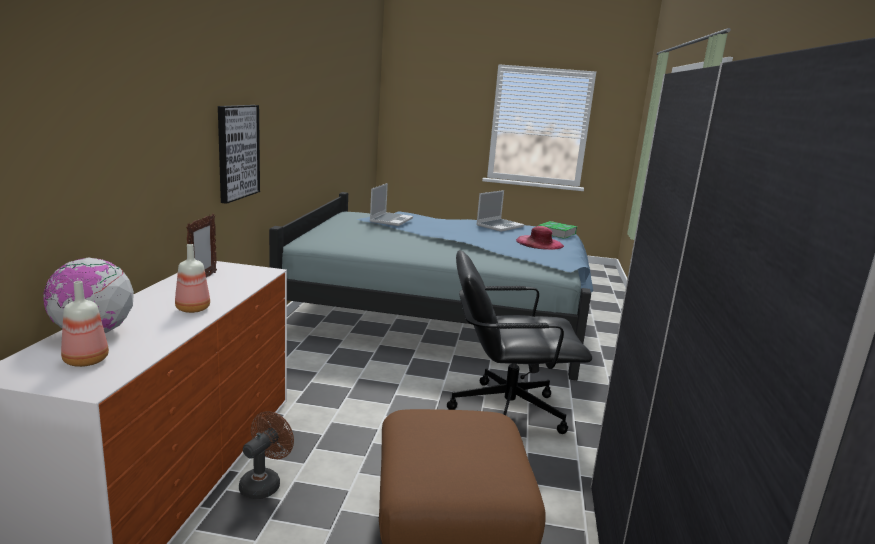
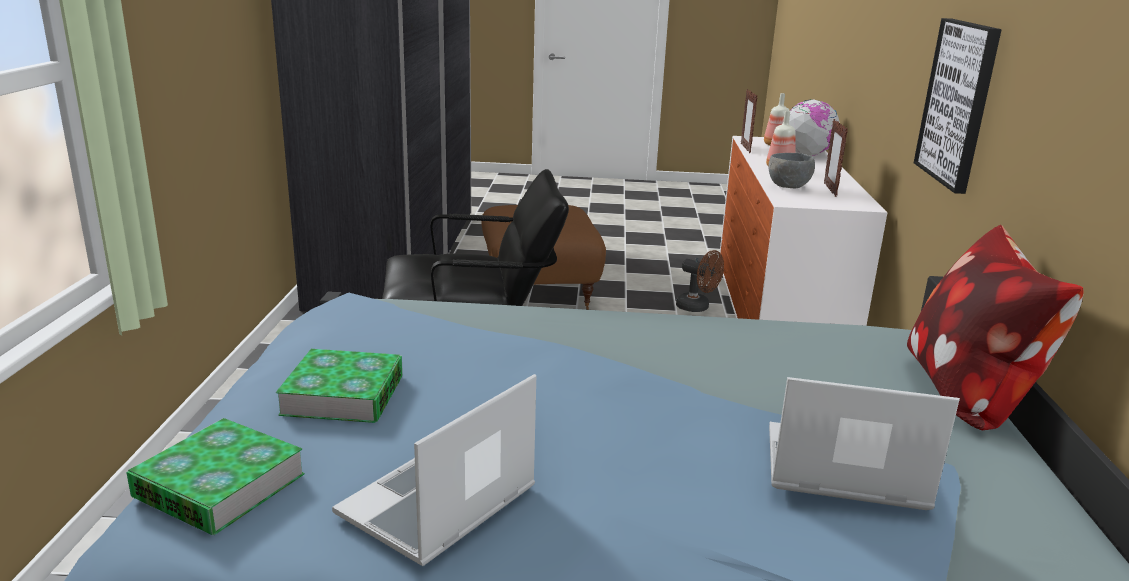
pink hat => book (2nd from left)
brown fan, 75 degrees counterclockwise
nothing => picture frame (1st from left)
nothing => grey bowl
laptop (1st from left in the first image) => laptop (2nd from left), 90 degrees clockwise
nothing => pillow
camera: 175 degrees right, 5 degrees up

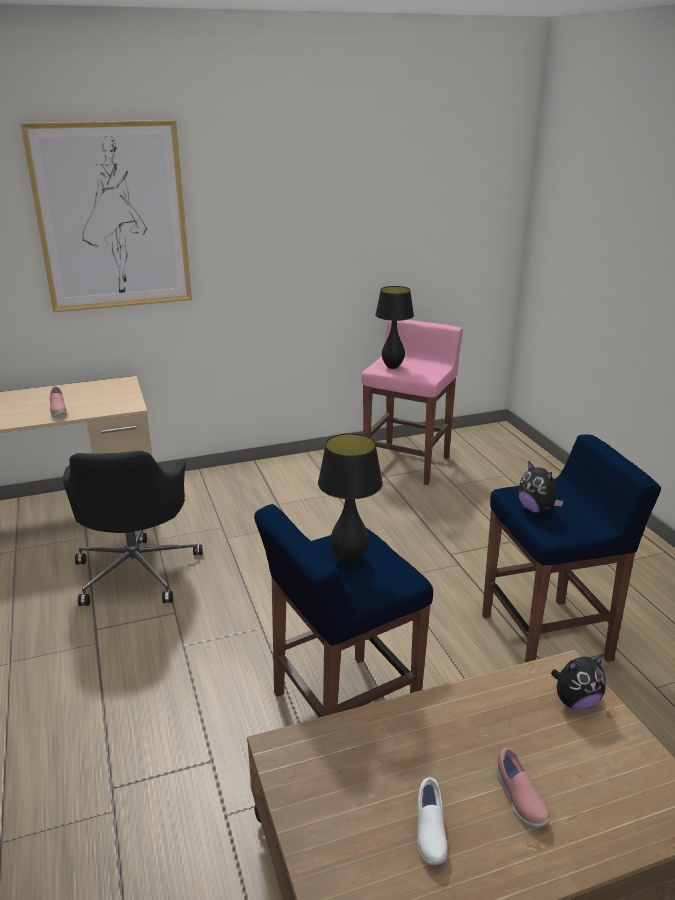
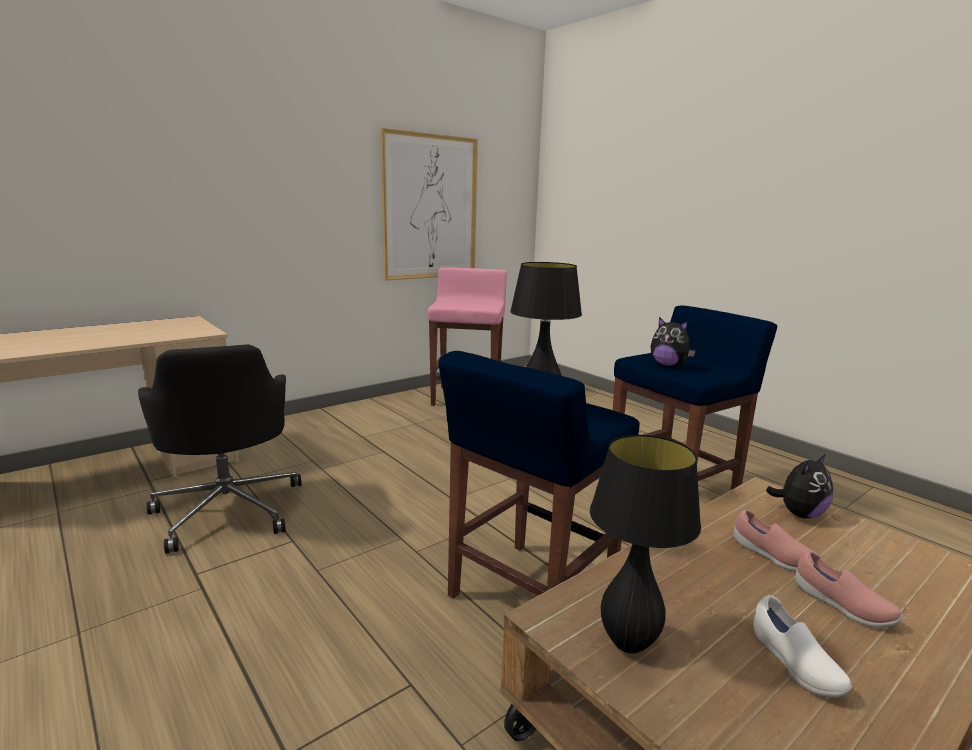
picture, moved
black table lamp (2nd from left), moved
pink shoe (1st from left), moved
camera: 20 degrees left, 10 degrees down

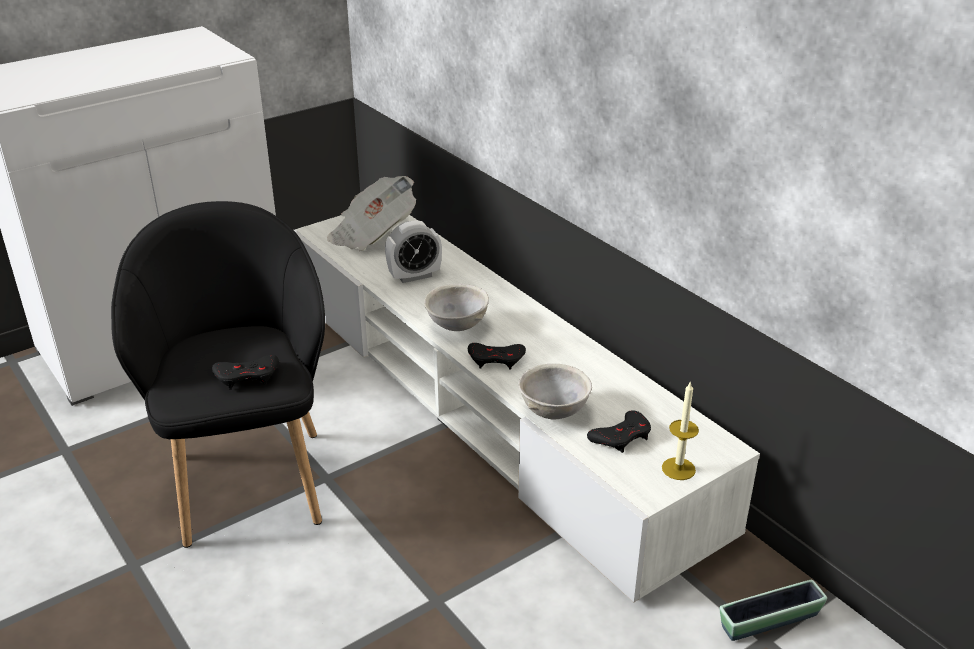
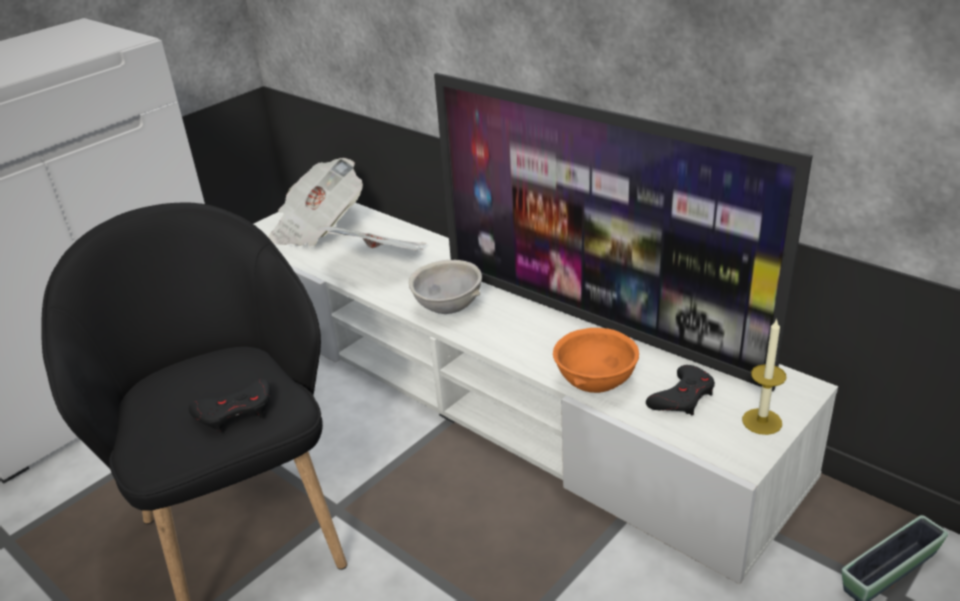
alarm clock => newspaper (2nd from left)
nothing => television
grey bowl (2nd from left) => orange bowl
black game controller (2nd from left) => nothing
camera: 10 degrees left, 0 degrees up

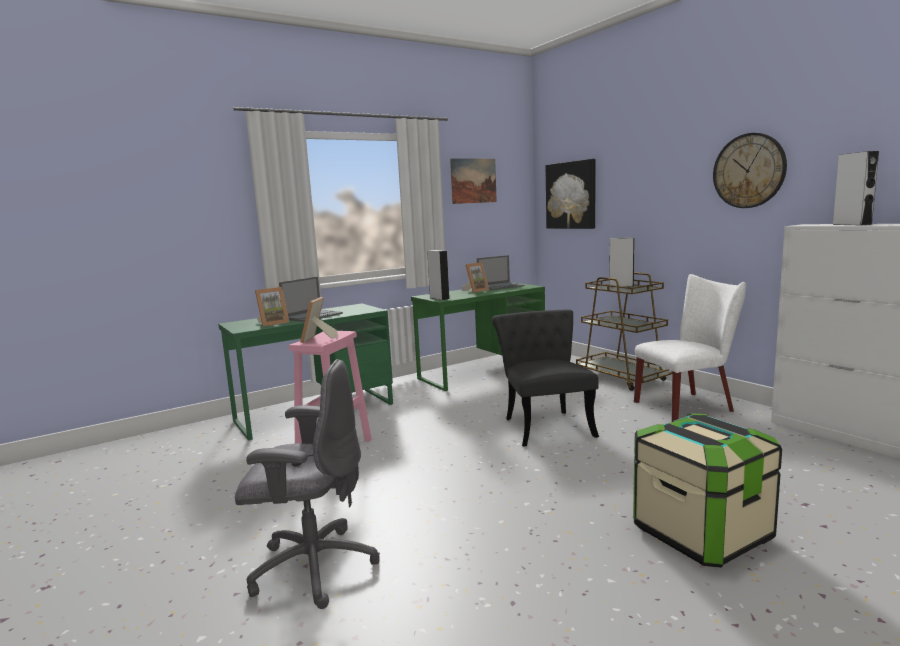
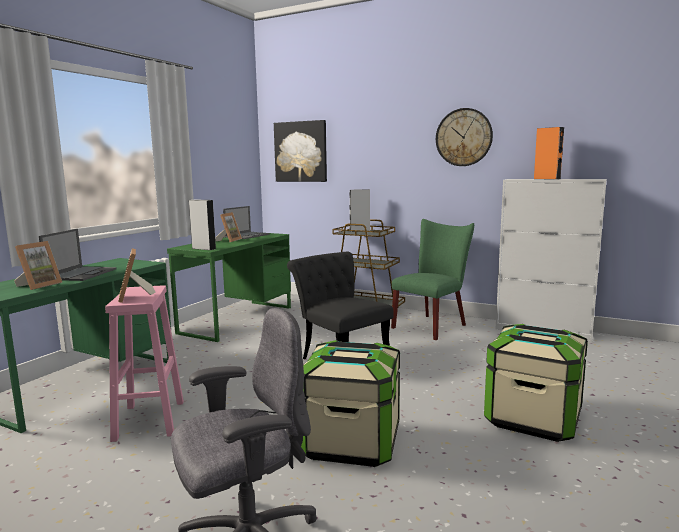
nothing => storage box (1st from left)
white chair => green chair
grey speaker (3rd from left) => orange speaker
picture (1st from left) => nothing
camera: 30 degrees left, 0 degrees up

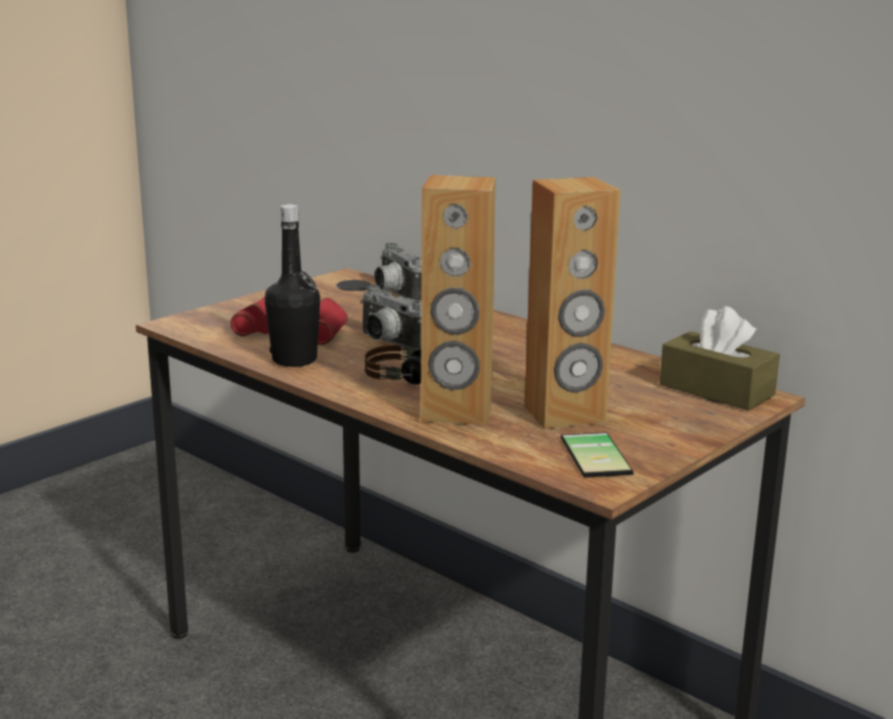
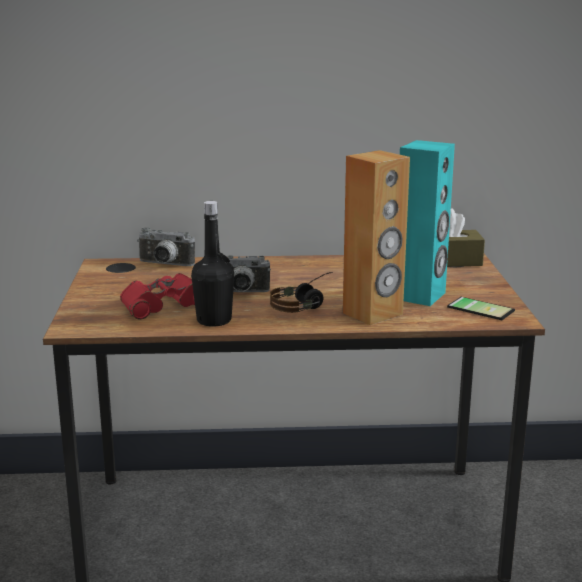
brown speaker (2nd from left) => turquoise speaker
camera: 45 degrees left, 0 degrees up

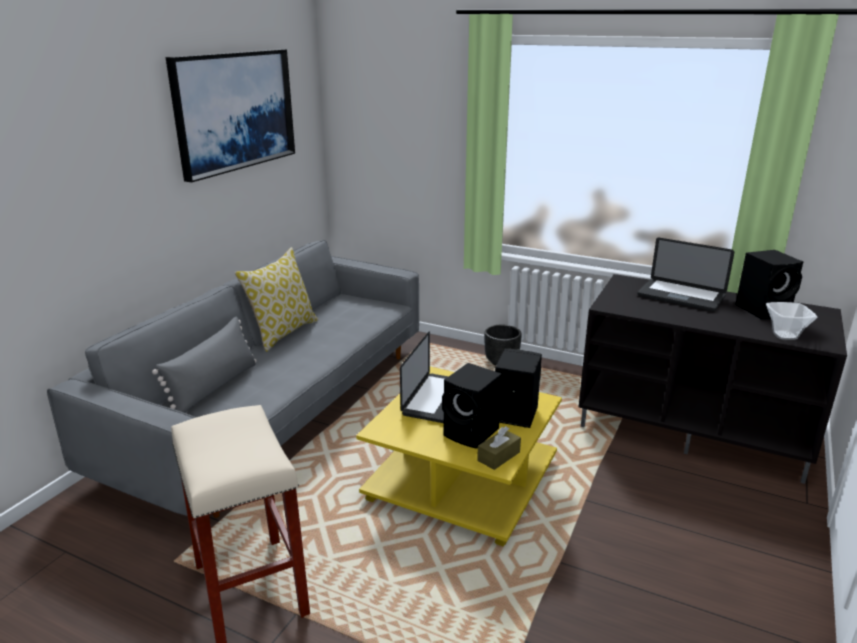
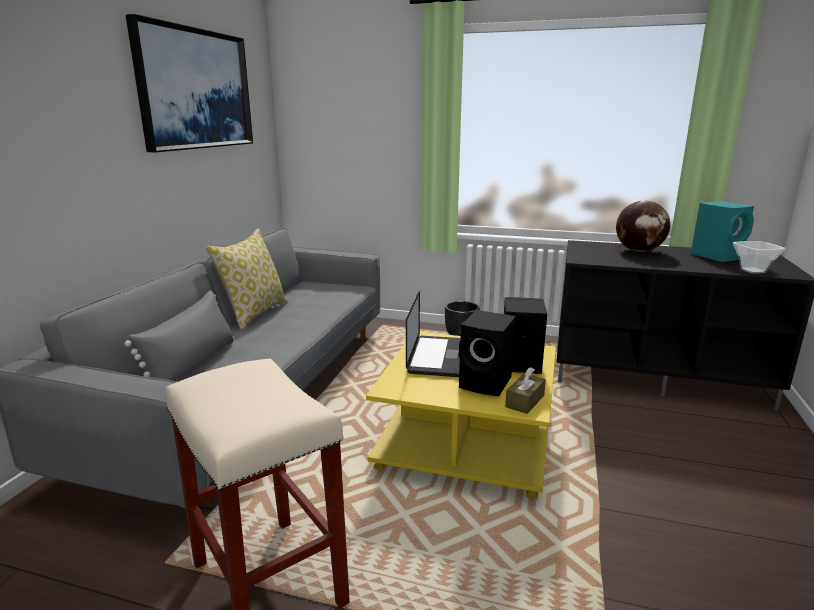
laptop (2nd from left) => globe
black speaker (3rd from left) => turquoise speaker
camera: 10 degrees left, 5 degrees down

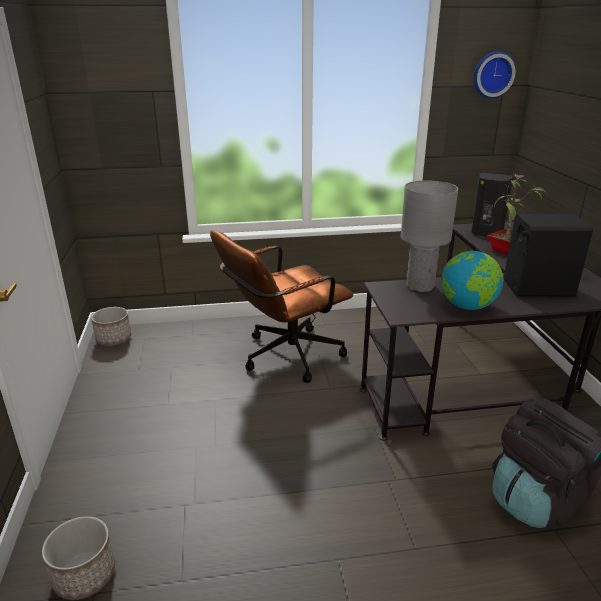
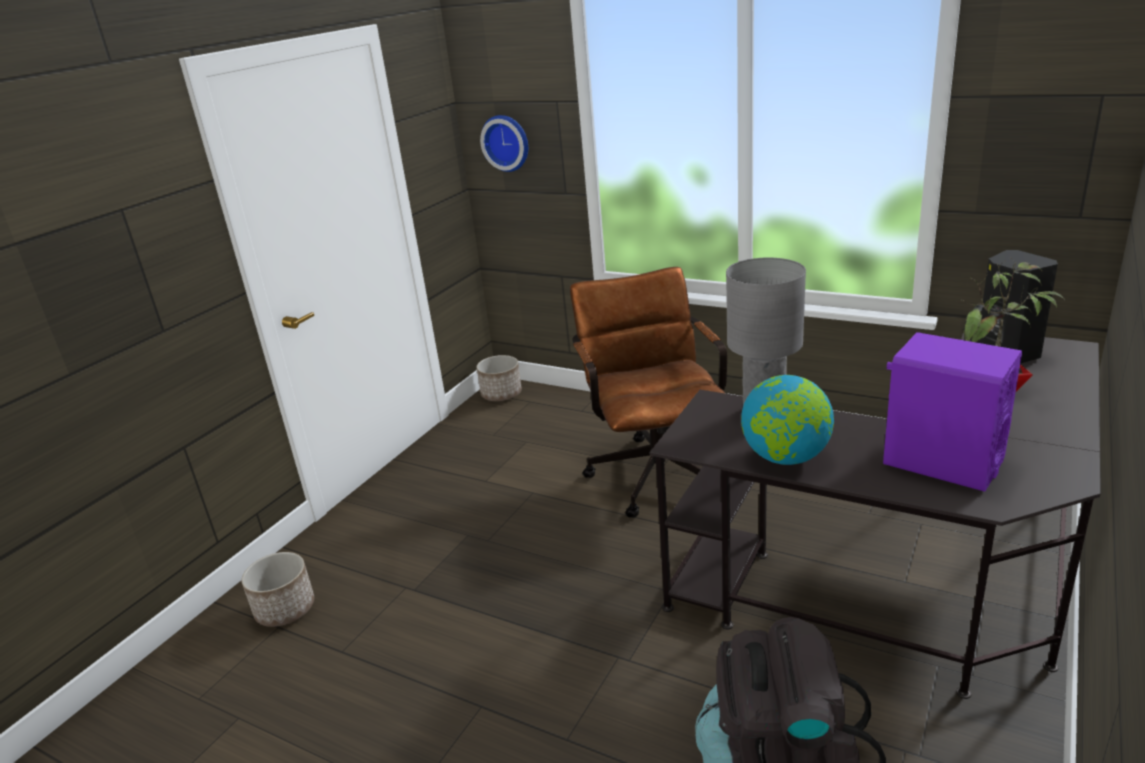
wall clock, moved
brown office chair, 75 degrees clockwise
black speaker (2nd from left) => purple speaker
camera: 40 degrees right, 0 degrees up

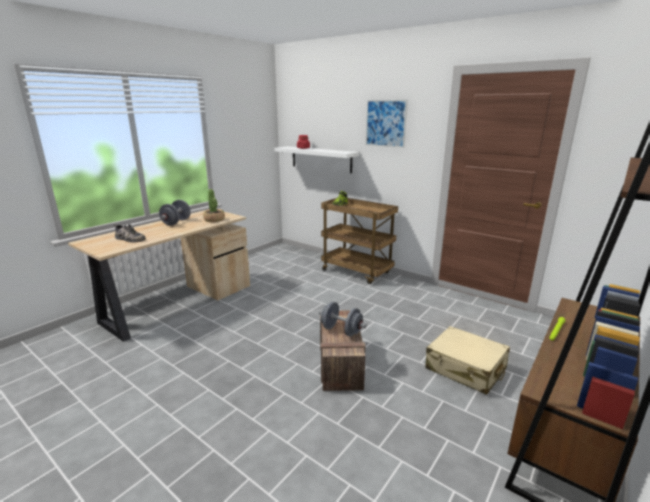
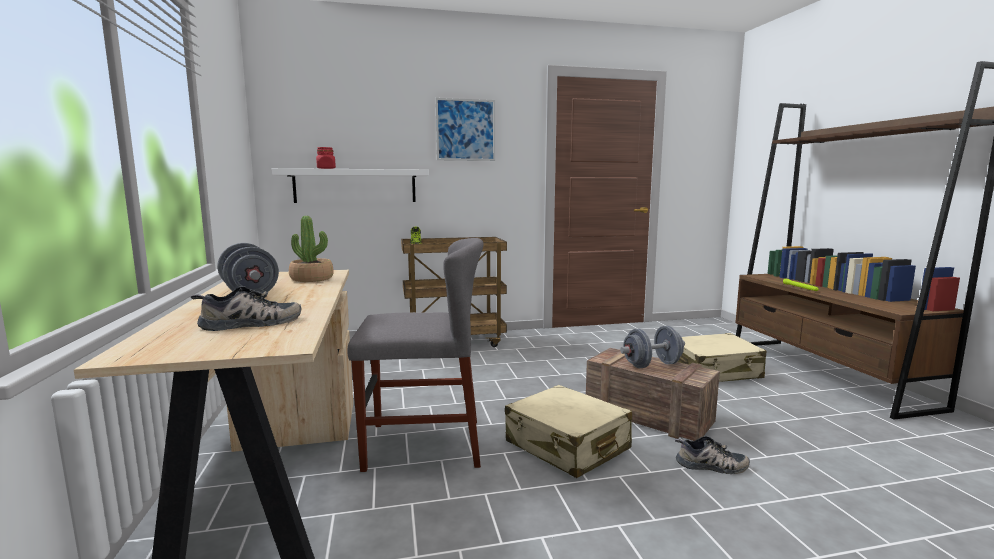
nothing => grey chair
nothing => beige suitcase (1st from left)
nothing => shoe (3rd from left)
camera: 50 degrees left, 10 degrees down

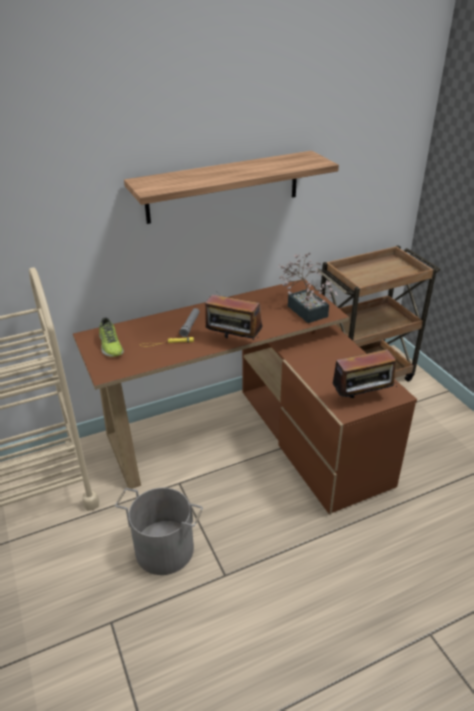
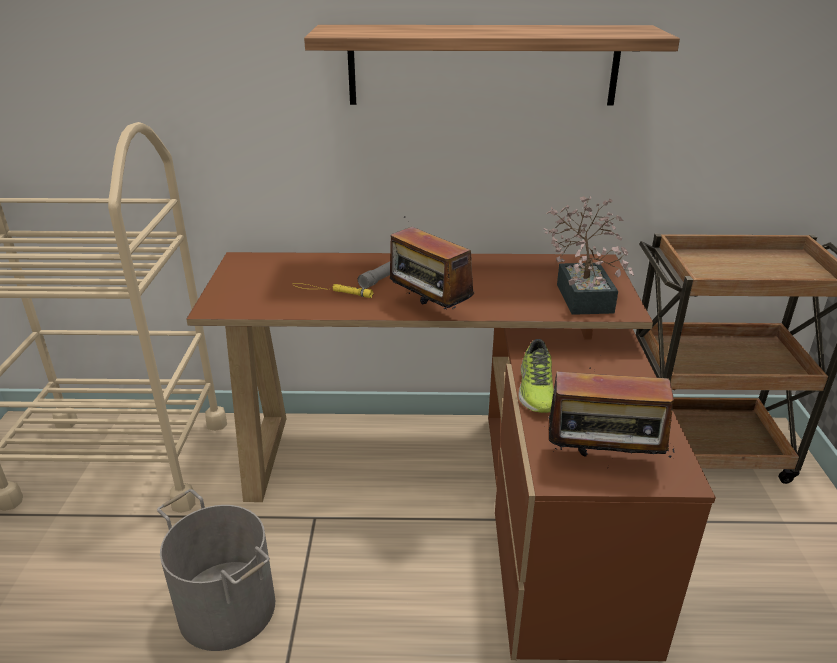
shoe, moved
camera: 25 degrees right, 5 degrees down

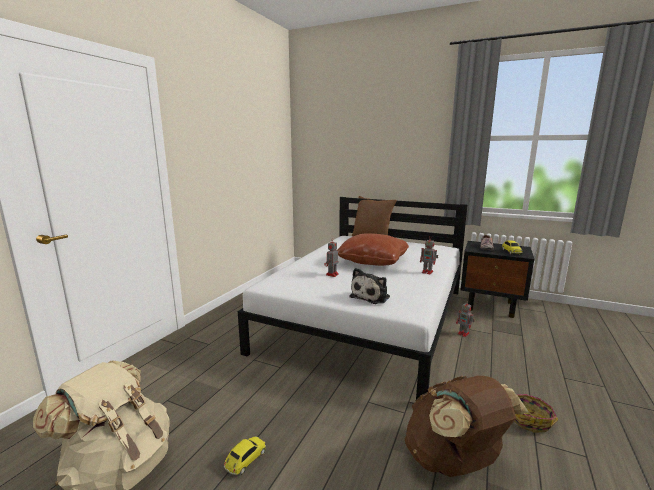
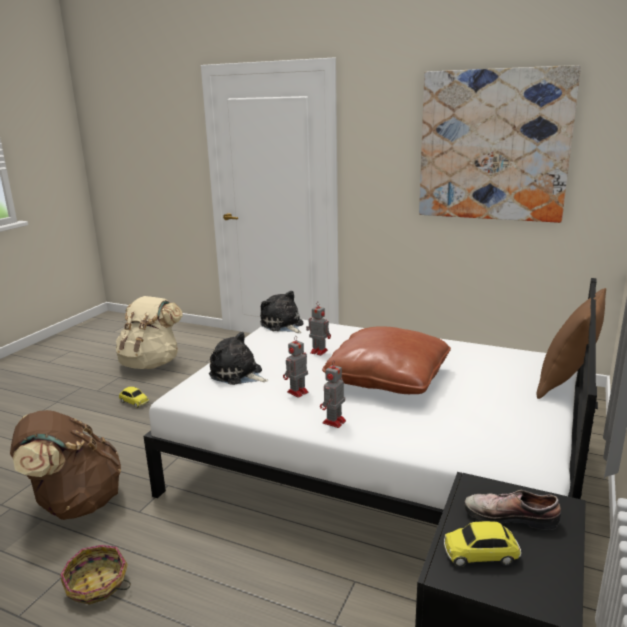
nothing => plush toy (2nd from left)
toy robot (3rd from left in the first image) => toy robot (1st from left), moved
nothing => picture
camera: 90 degrees right, 5 degrees up

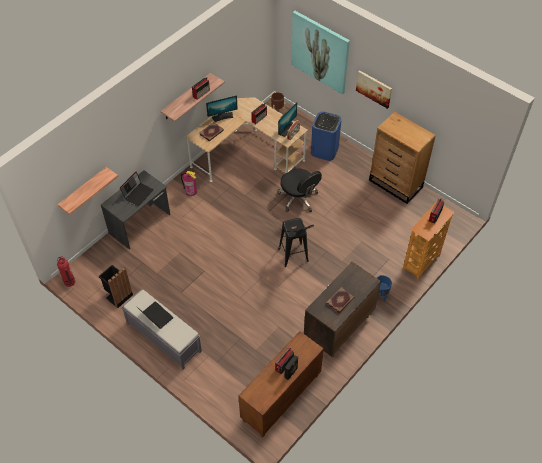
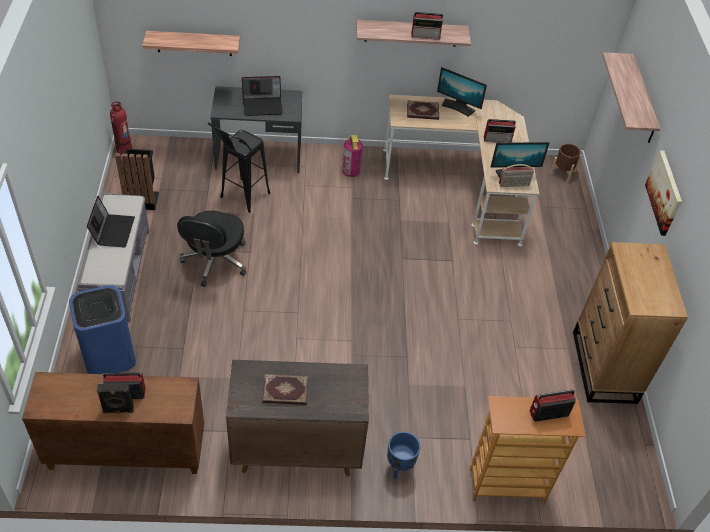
blue trash can, moved
black office chair, moved
black stool, moved
picture (1st from left) => shelf (3rd from left)
camera: 45 degrees right, 5 degrees down

